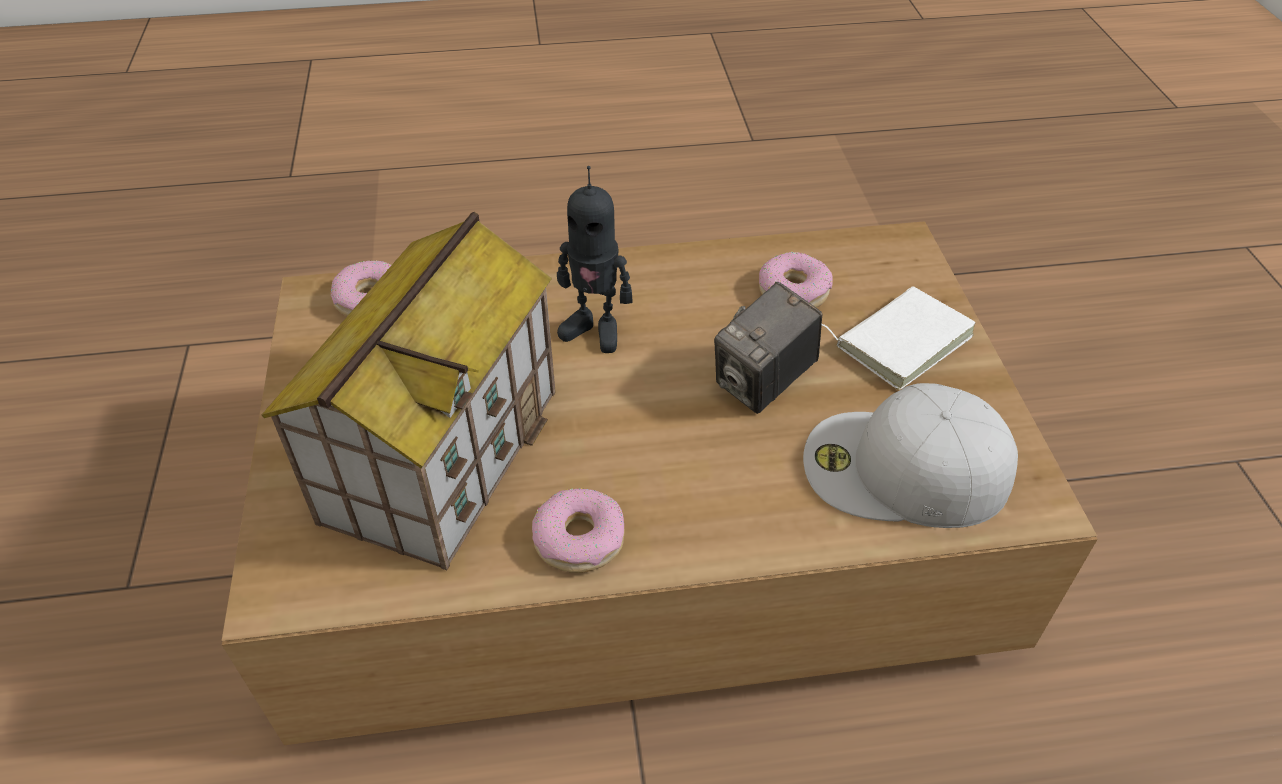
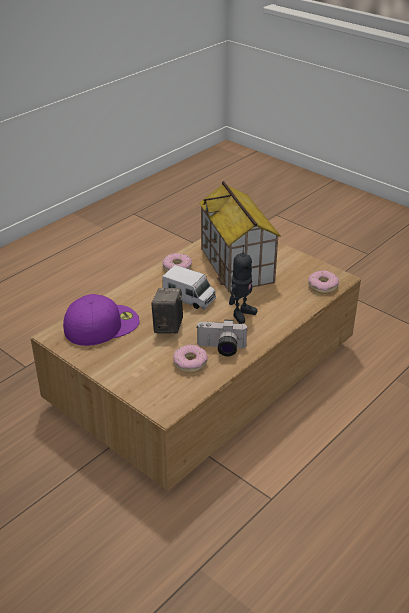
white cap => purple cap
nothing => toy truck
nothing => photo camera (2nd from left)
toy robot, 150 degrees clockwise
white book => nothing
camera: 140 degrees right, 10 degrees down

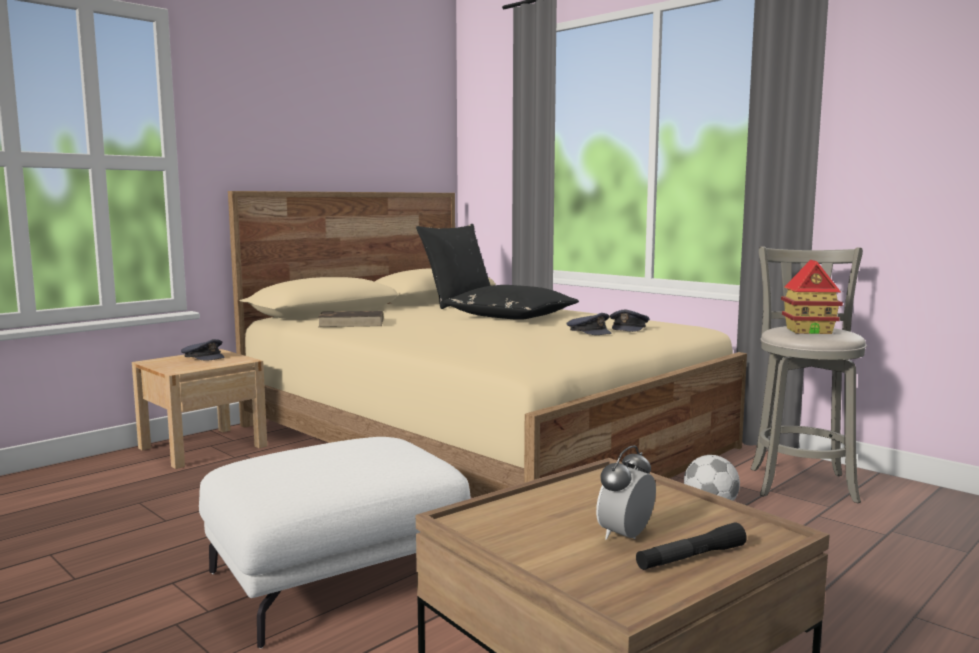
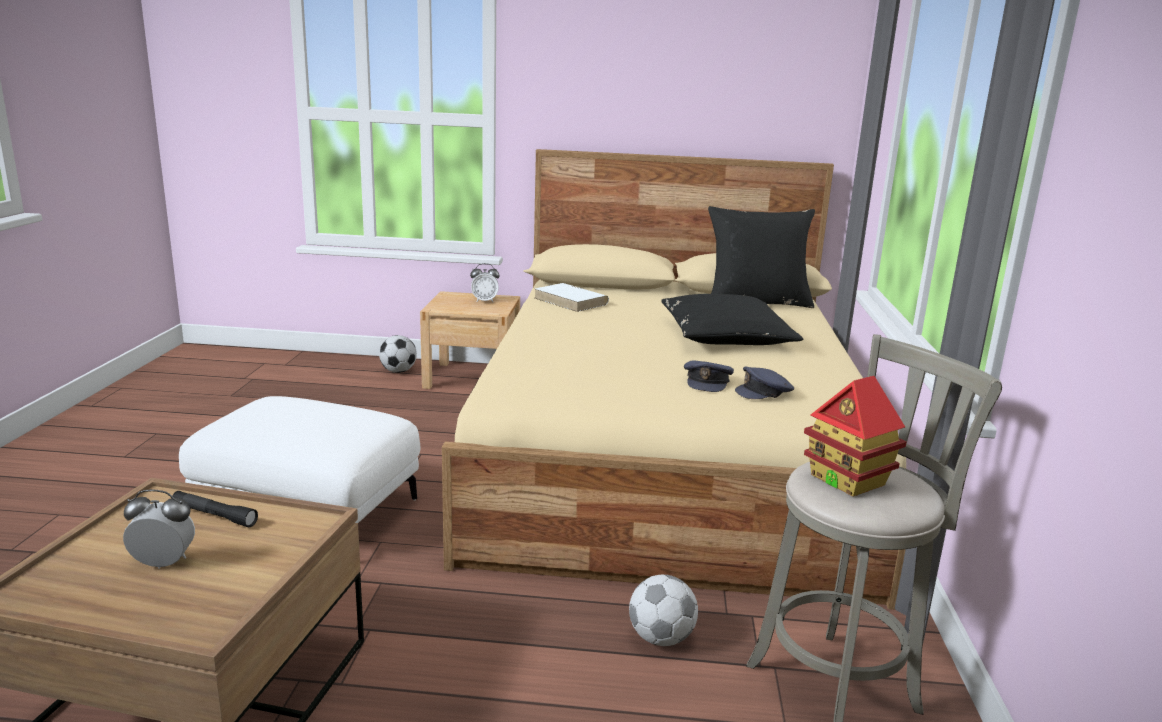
black flashlight, moved
nothing => football (1st from left)
grey cap (1st from left) => alarm clock (2nd from left)
brown book => white book
camera: 50 degrees right, 10 degrees up

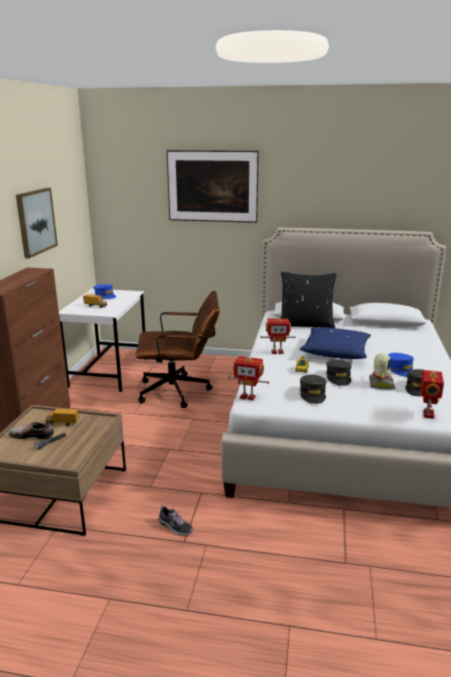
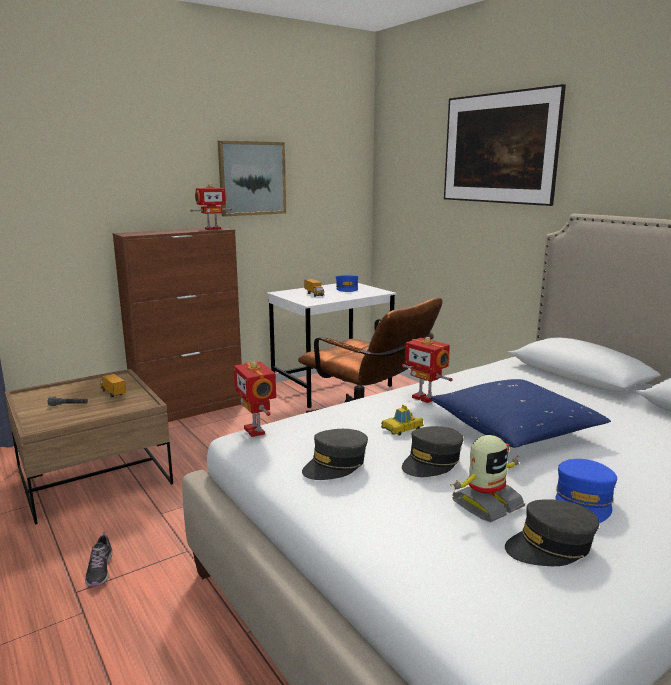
toy robot (4th from left in the first image) => toy robot (1st from left), moved
shoe (1st from left) => nothing
black pillow => nothing
camera: 45 degrees right, 5 degrees down

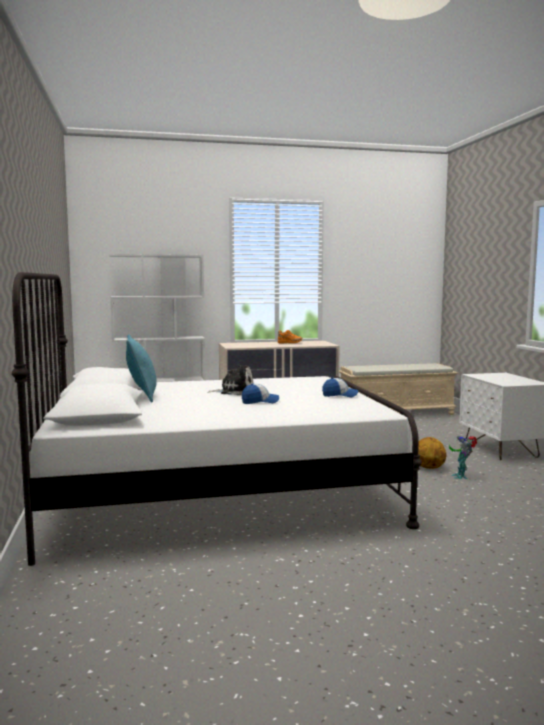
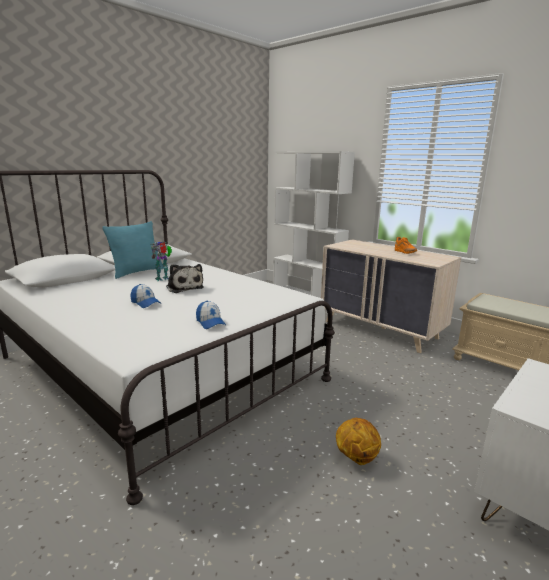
toy robot, moved
camera: 55 degrees right, 10 degrees up

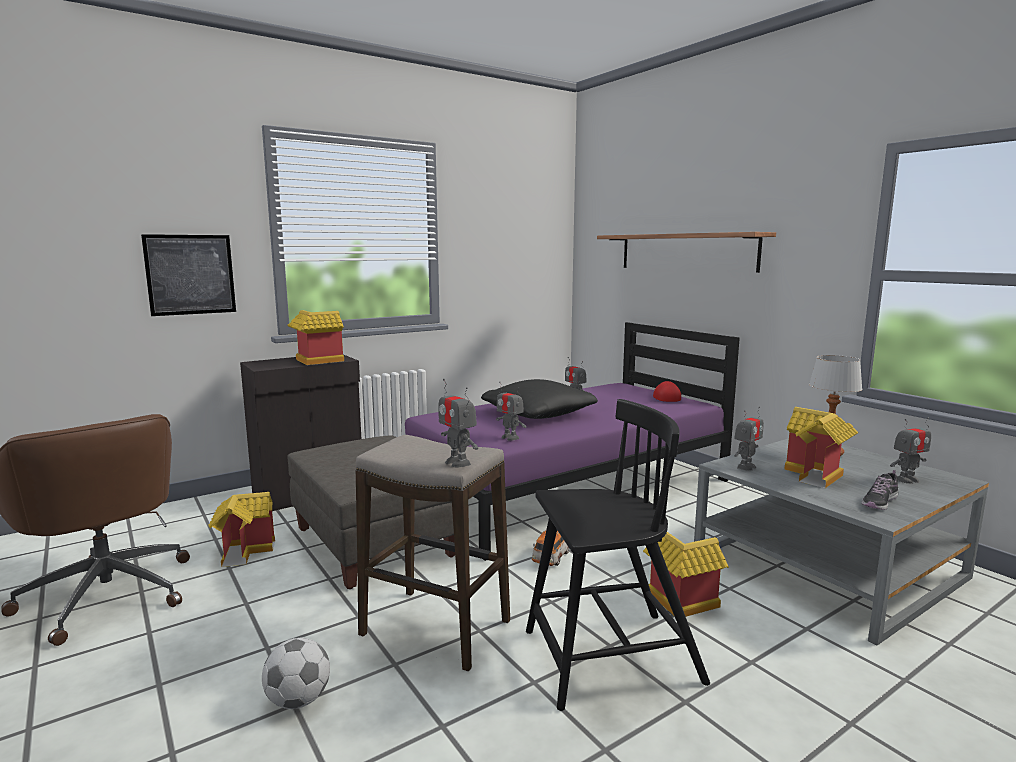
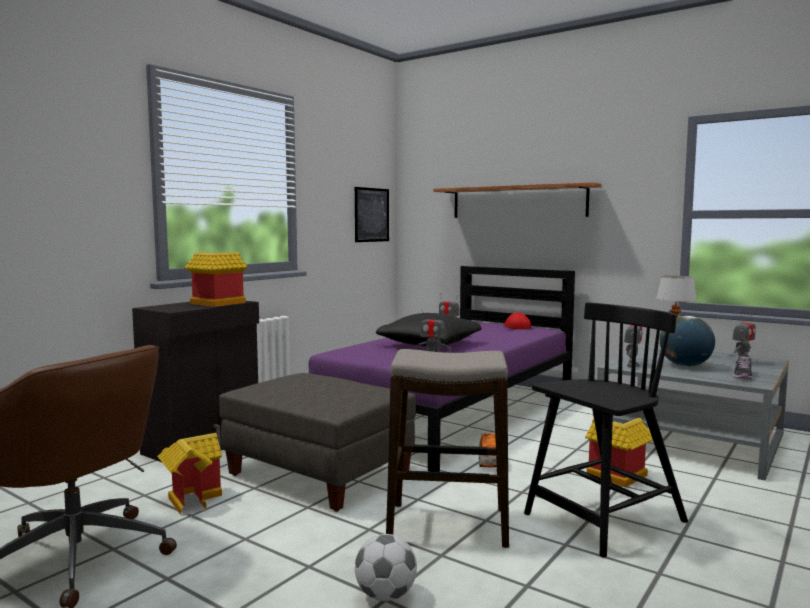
picture, moved
toy house (4th from left) => globe
toy robot (1st from left) => nothing
camera: 20 degrees left, 5 degrees down

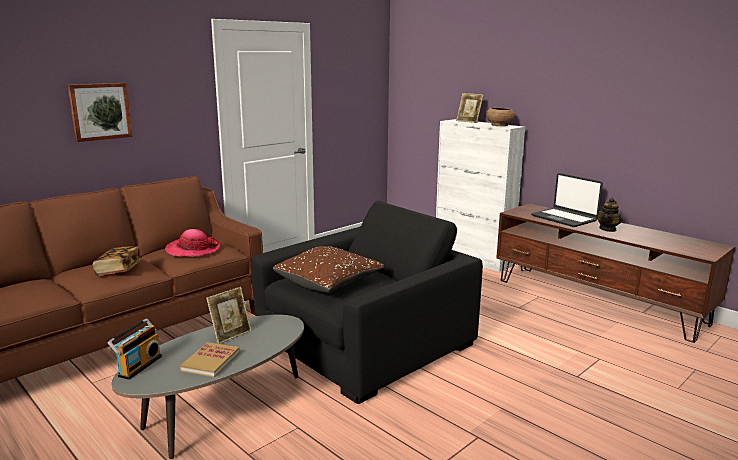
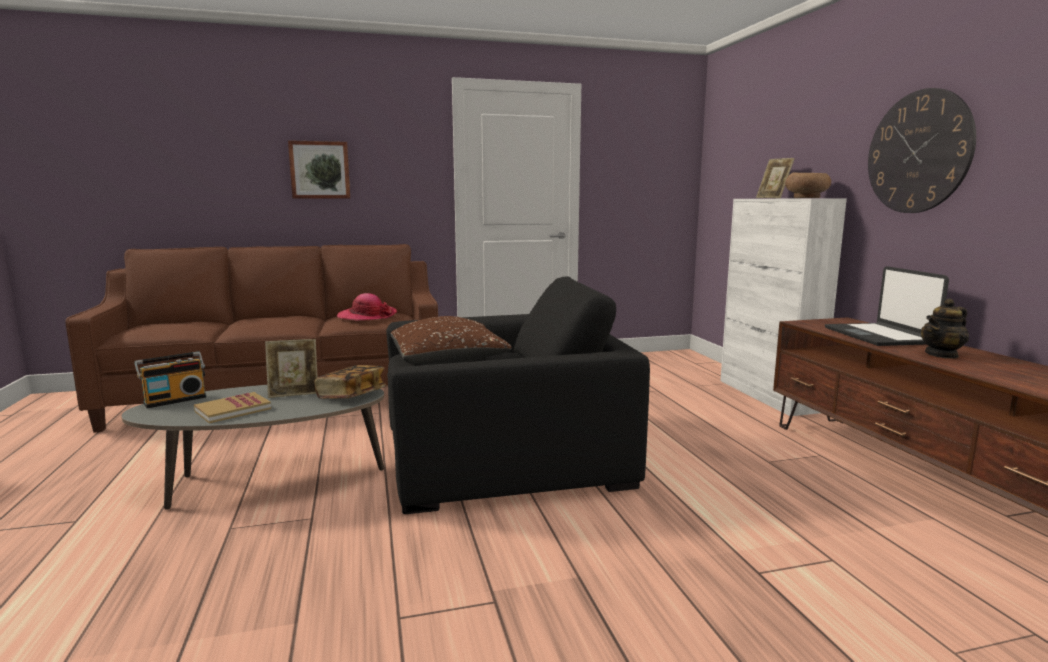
book (1st from left in the first image) => book (2nd from left), moved
nothing => wall clock
camera: 30 degrees right, 5 degrees down

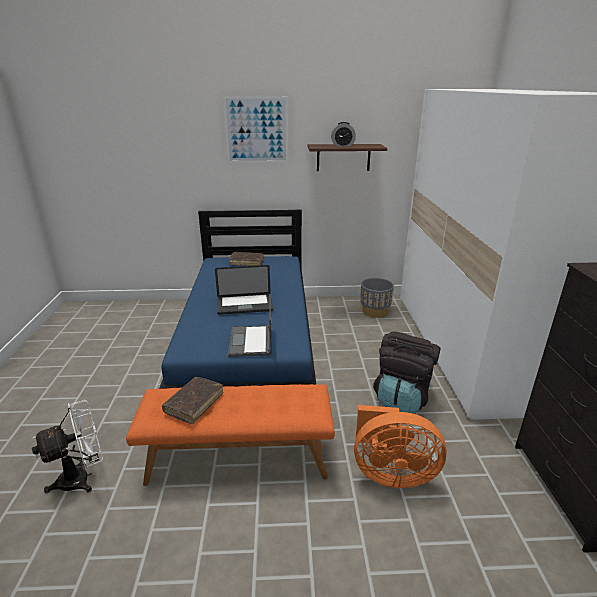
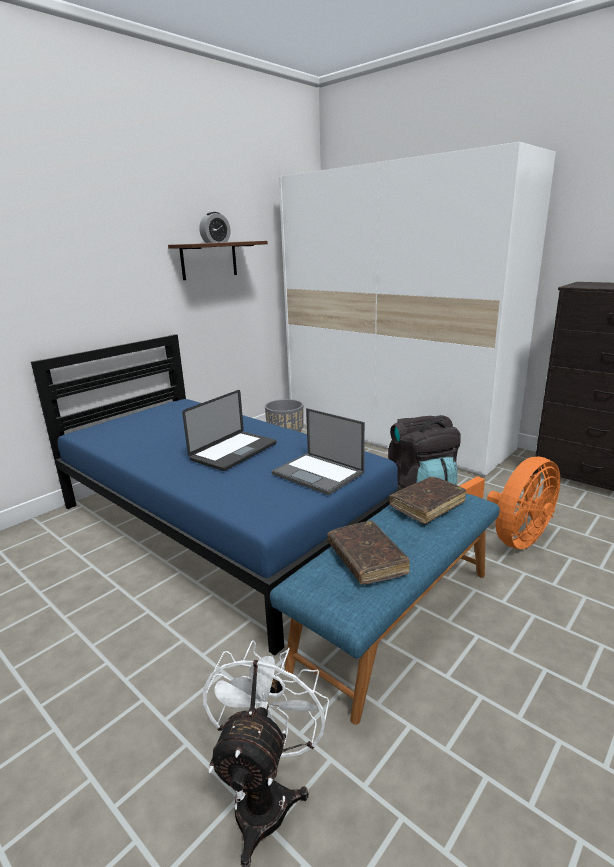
orange bench => blue bench
brown book (2nd from left), moved
picture => nothing
camera: 45 degrees left, 5 degrees down

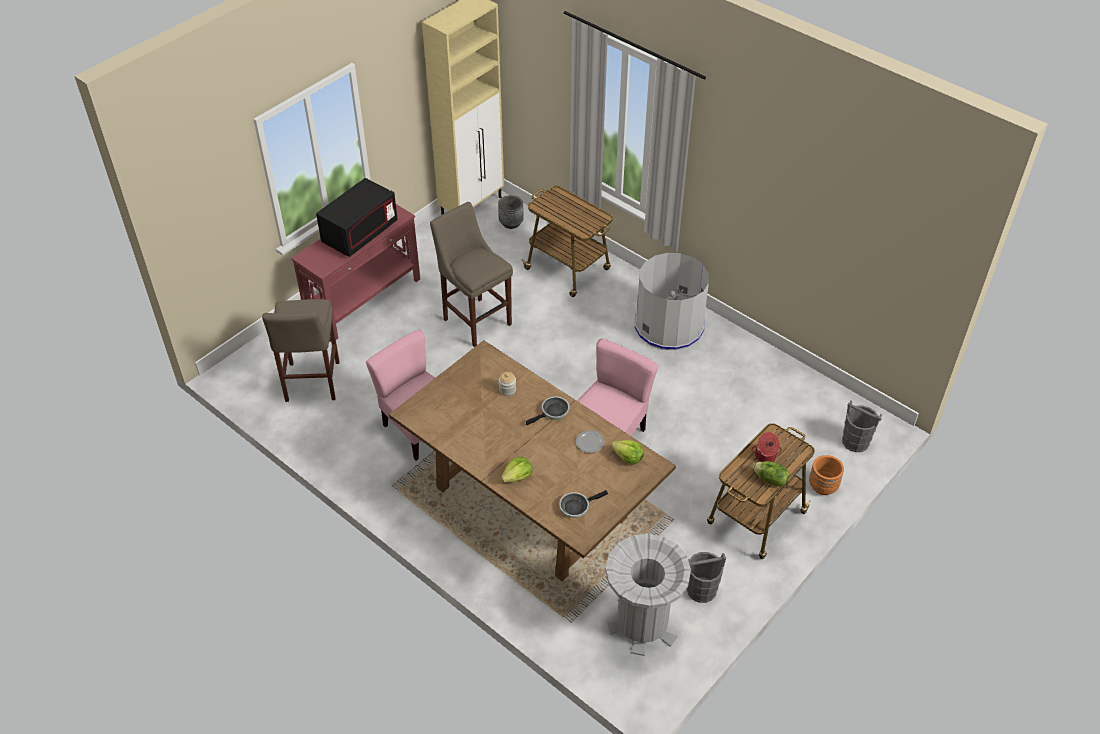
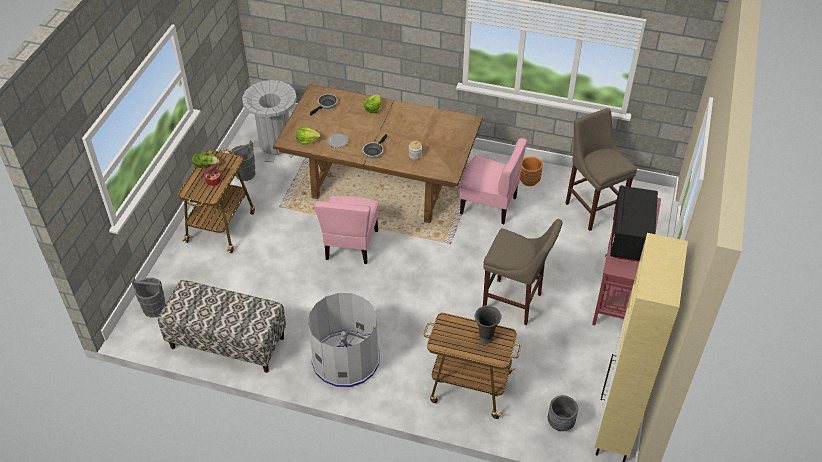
nothing => bench
nothing => grey vase
orange planter, moved
camera: 155 degrees right, 0 degrees up

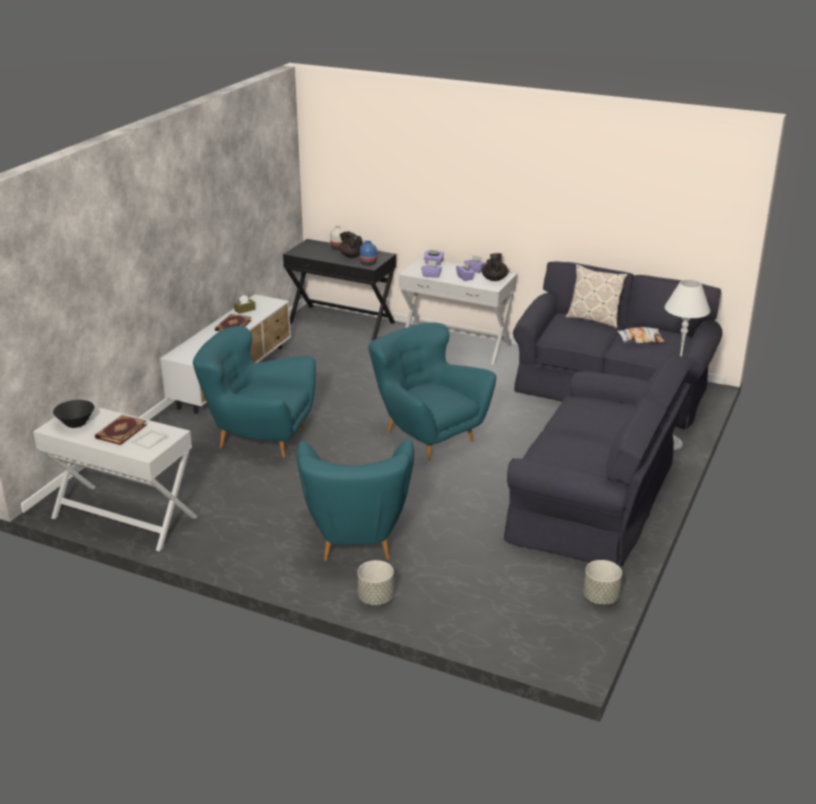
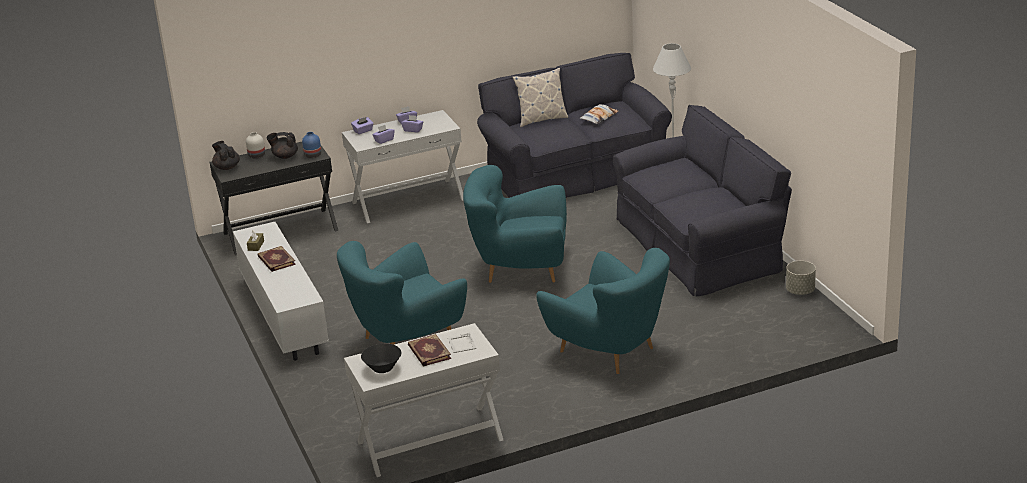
black teapot (2nd from left in the first image) => black teapot (1st from left), moved
grey planter (1st from left) => nothing
camera: 45 degrees left, 0 degrees up

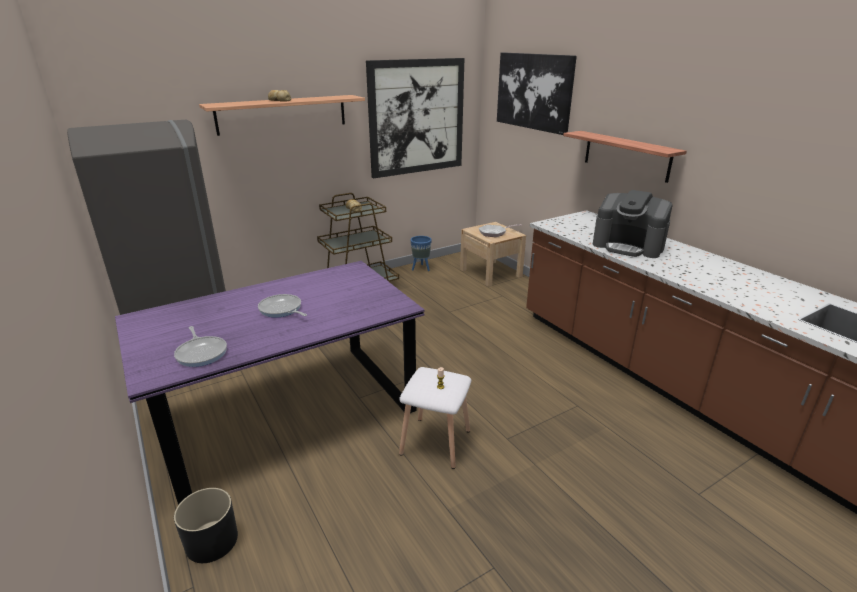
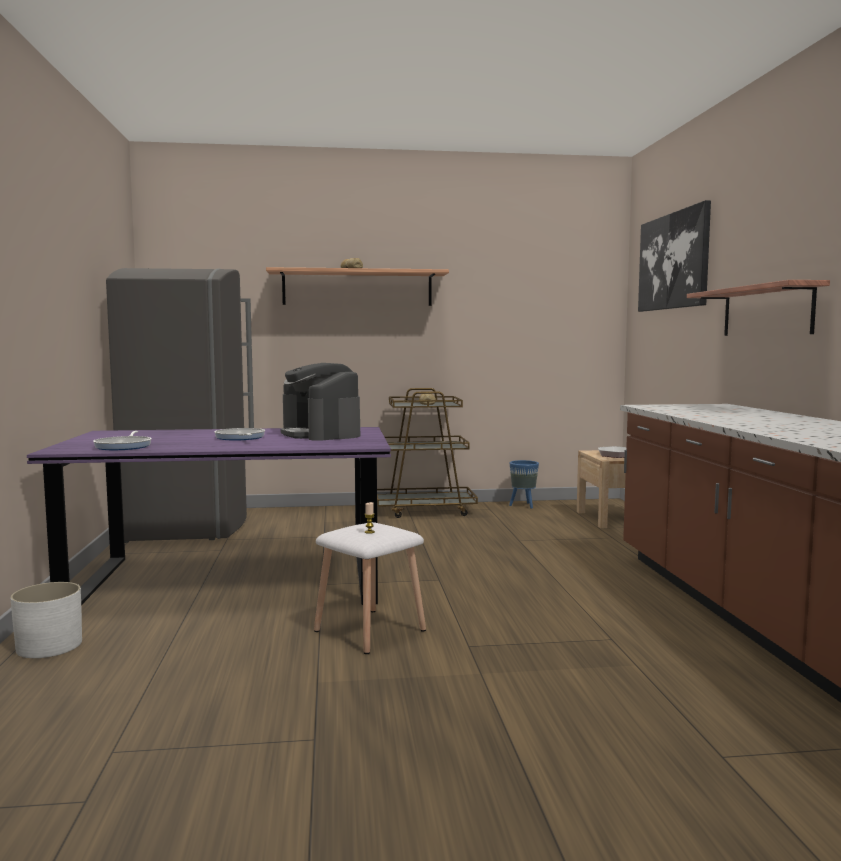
black planter => white planter
coffee machine, moved
picture (1st from left) => nothing
camera: 25 degrees right, 20 degrees down

